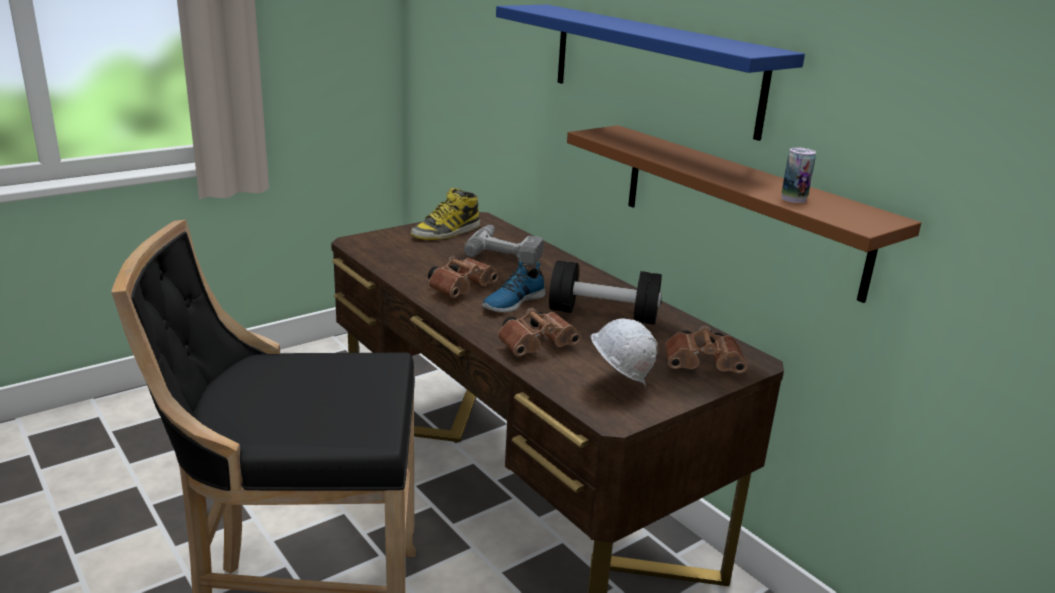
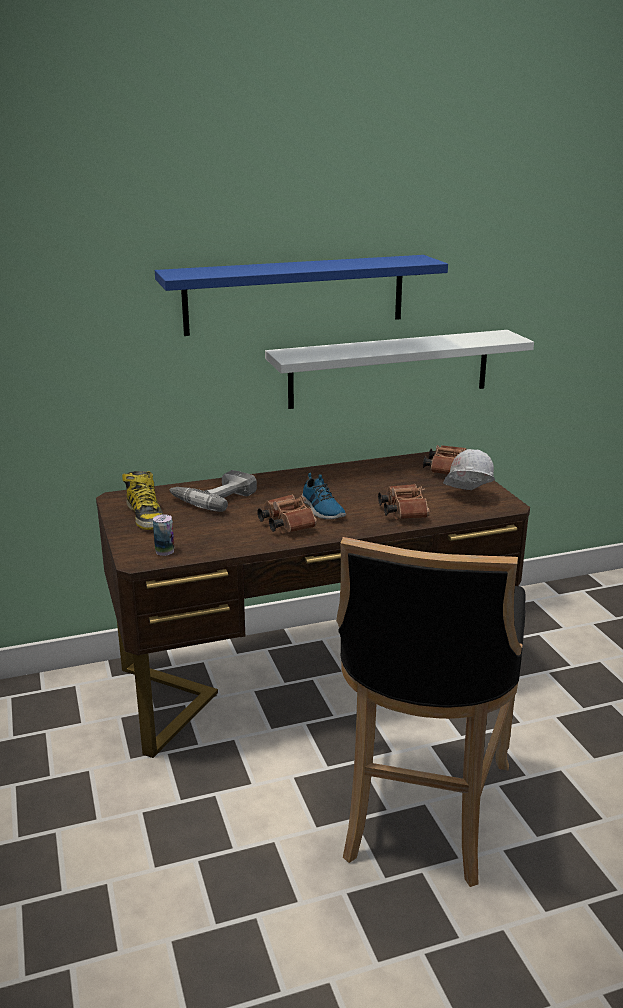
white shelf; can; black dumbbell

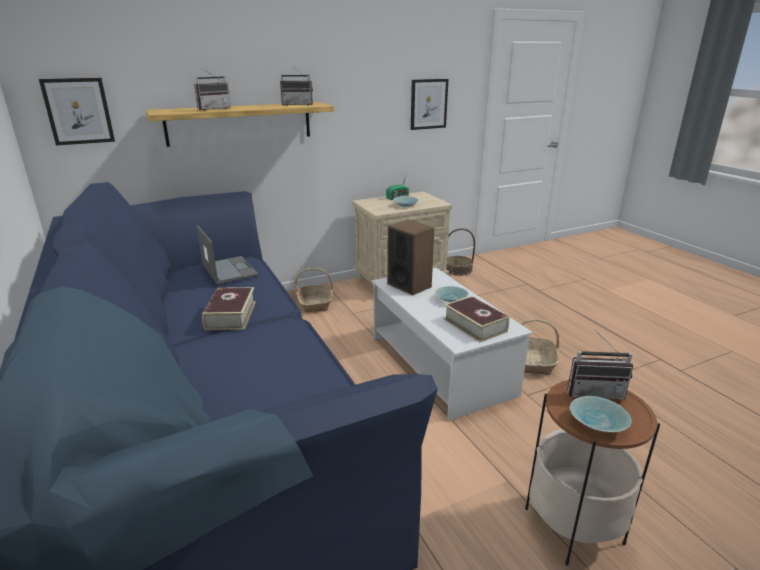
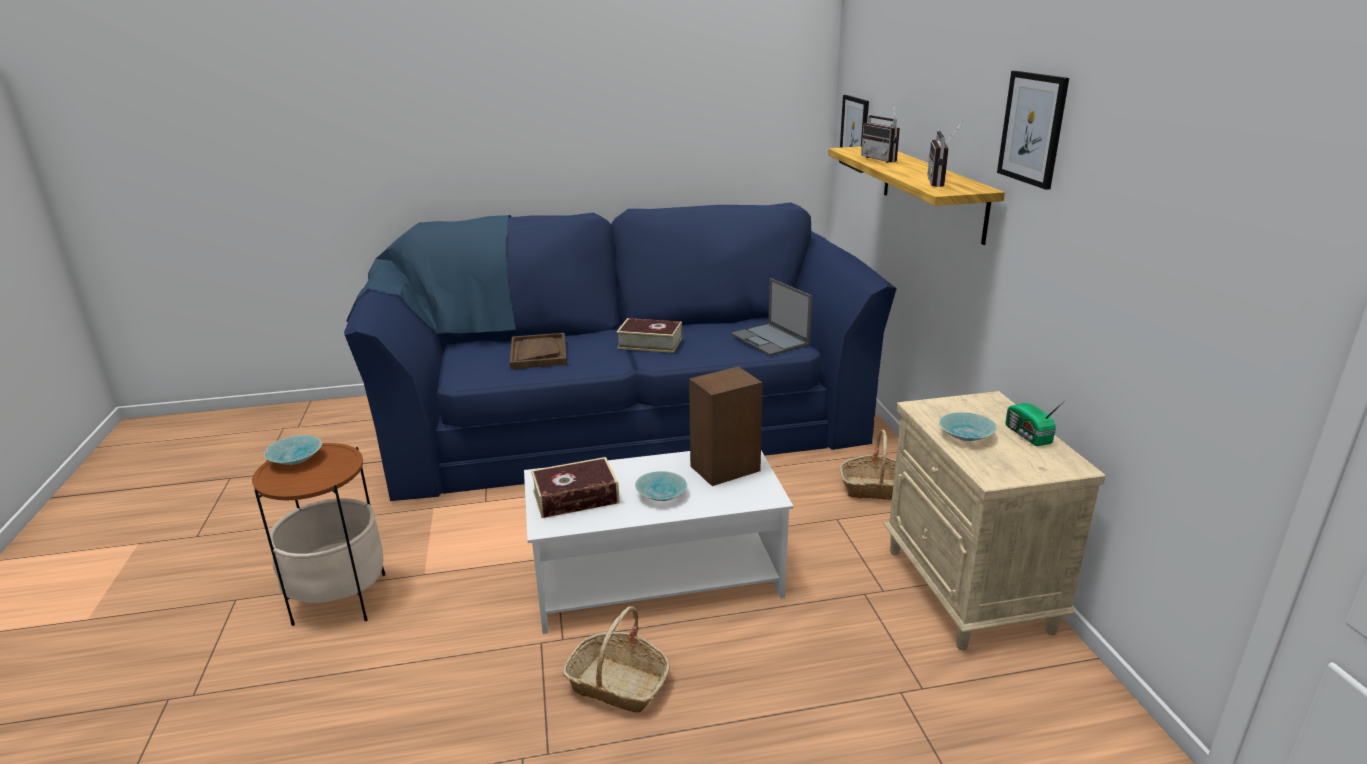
picture (2nd from left); laptop; basket (2nd from left in the first image); radio (4th from left in the first image); brown tray

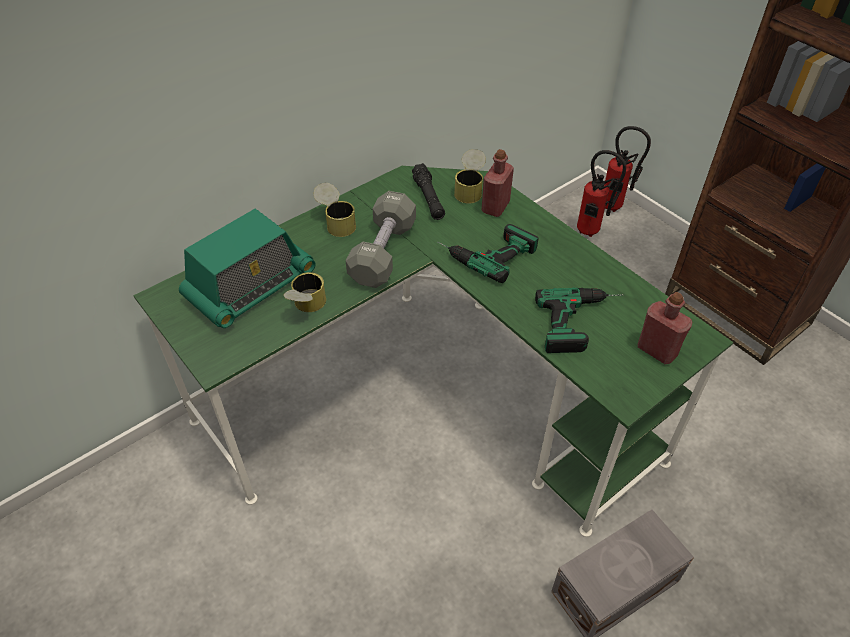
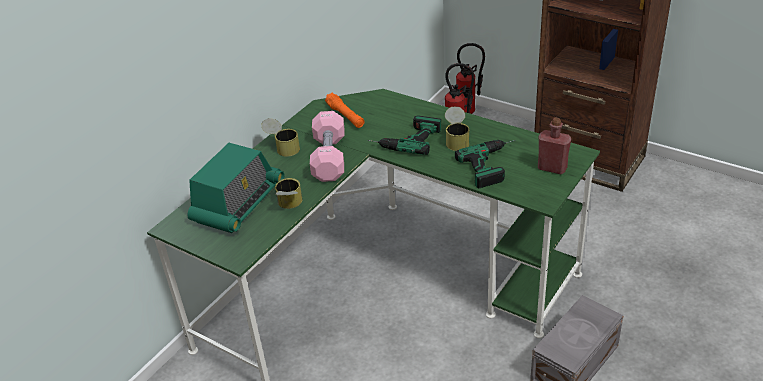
can (3rd from left); red bottle (1st from left in the first image); orange flashlight; pink dumbbell

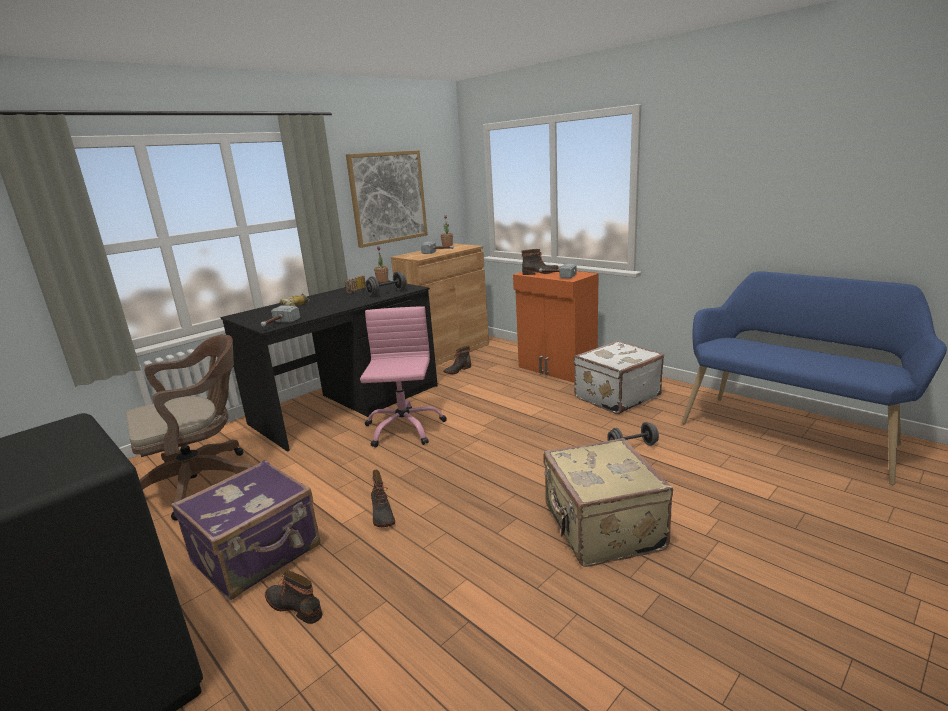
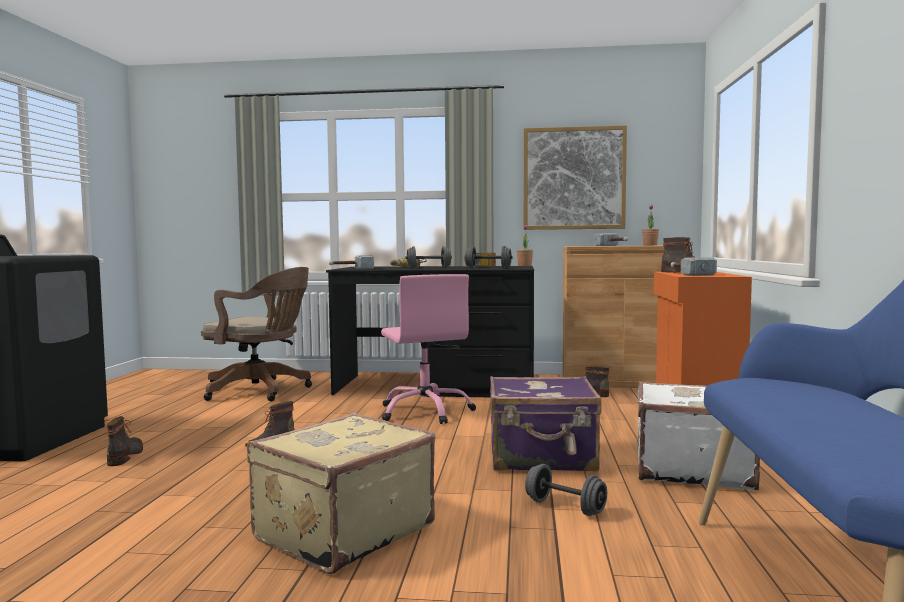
pink office chair; purple suitcase; grey dumbbell (1st from left)

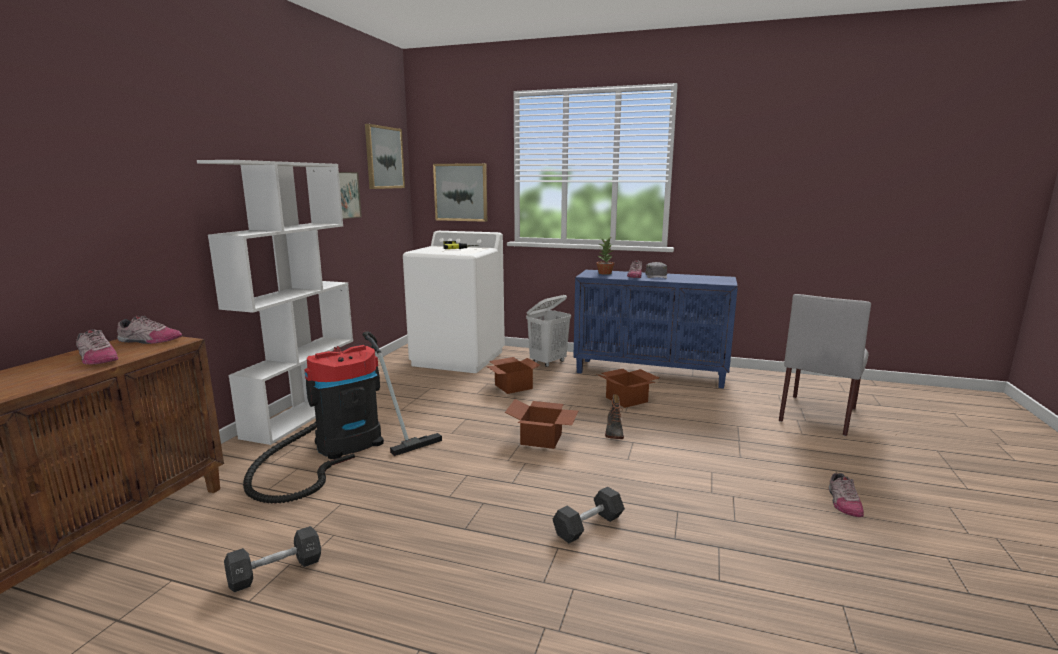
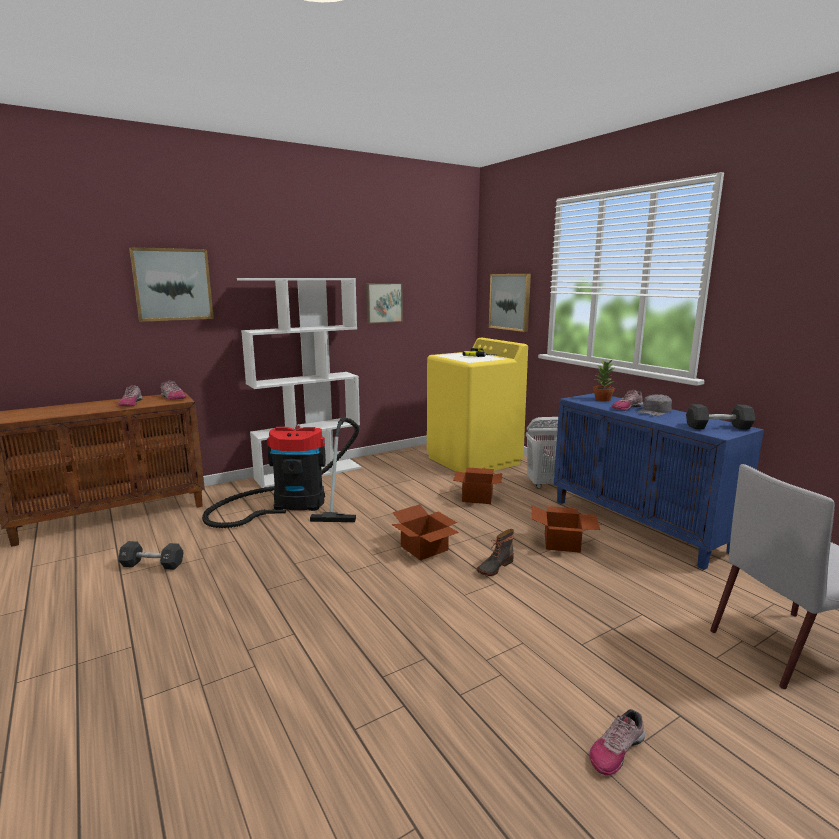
picture (1st from left); yellow washing machine; black dumbbell (2nd from left)

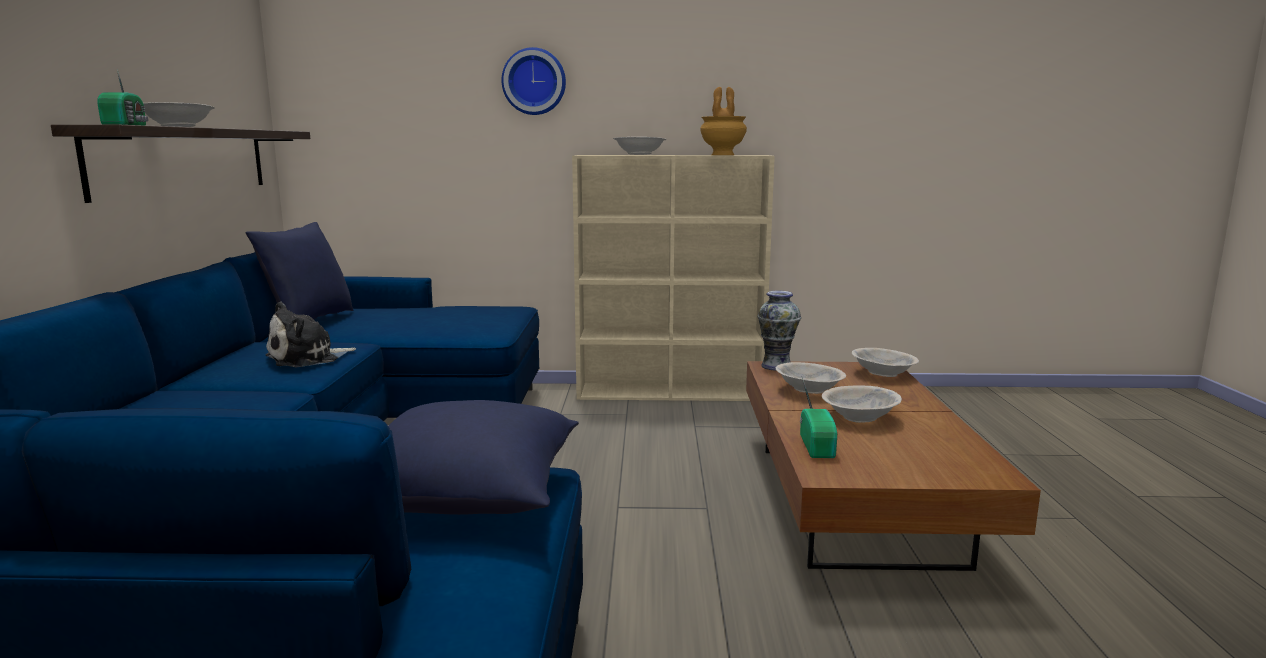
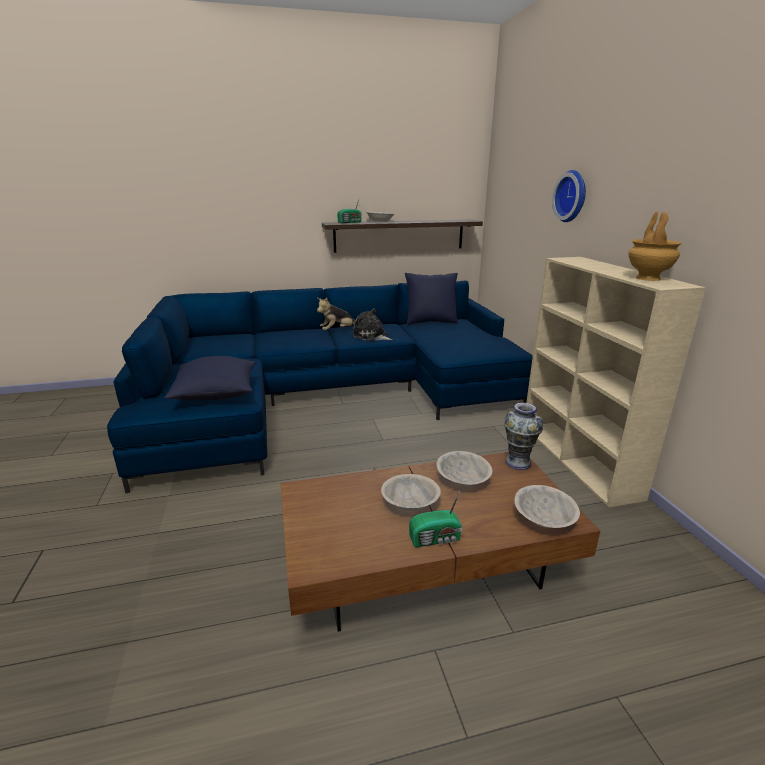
beige bowl (2nd from left in the first image); radio (2nd from left); plush toy (1st from left)

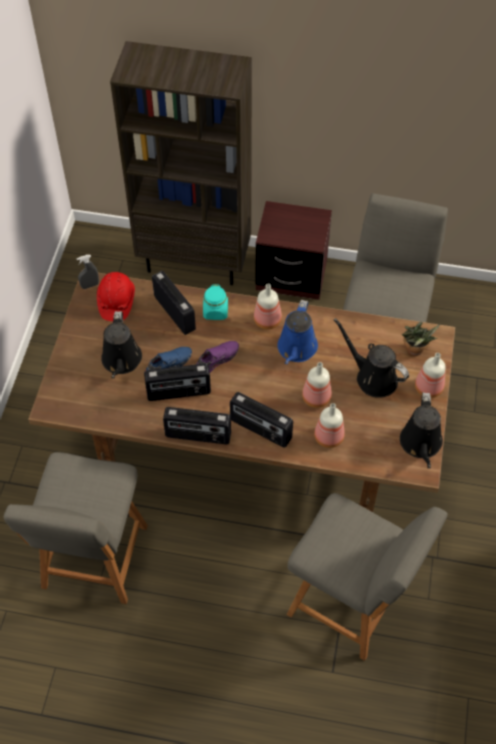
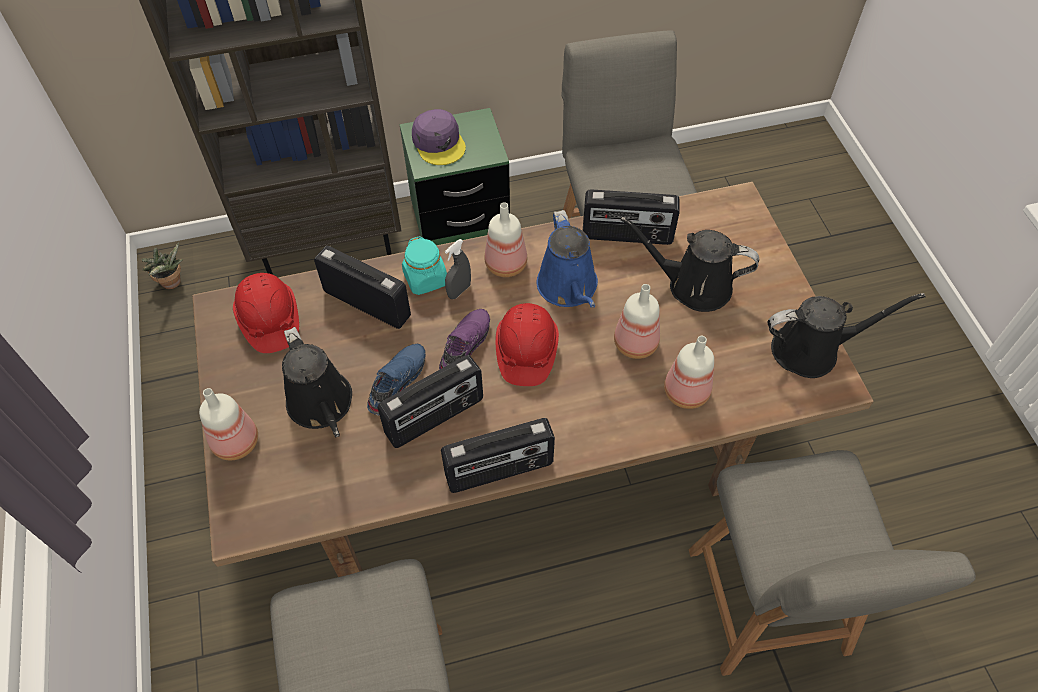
green nightstand; grey spray bottle; potted plant; bottle (1st from left); radio (4th from left); black watering can (3rd from left); grey chair (3rd from left); purple cap; red hard hat (2nd from left)

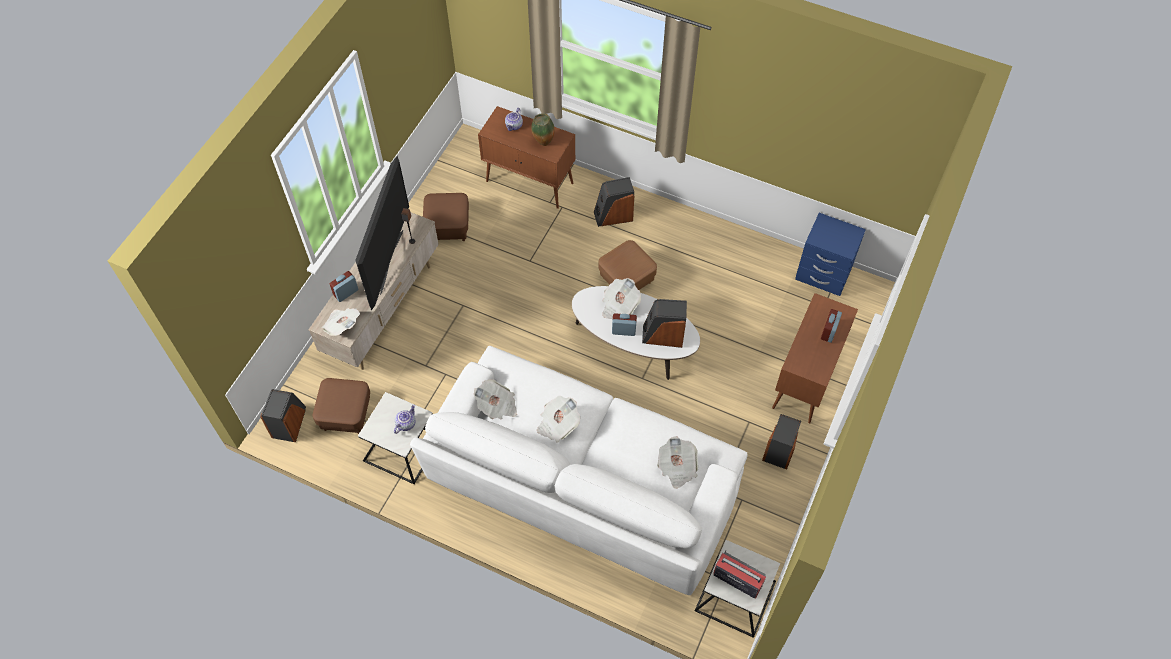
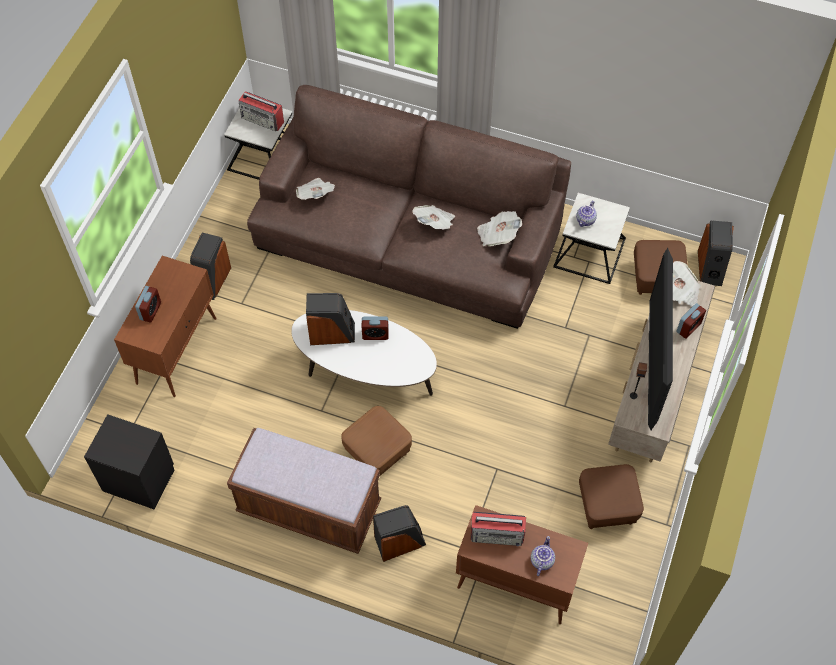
radio (2nd from left); black nightstand; newspaper (4th from left in the first image); brown sofa; brown bench

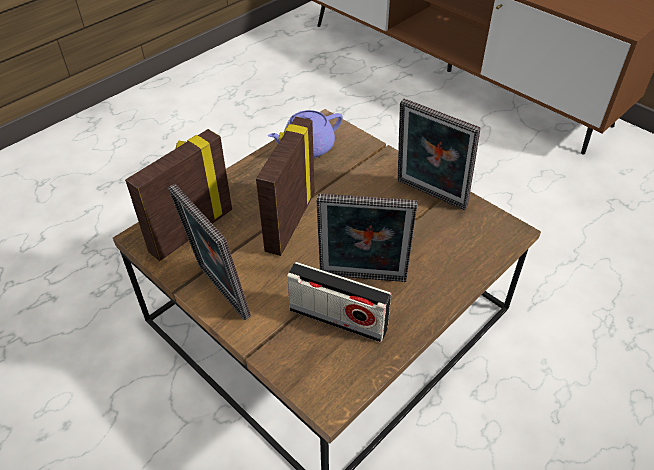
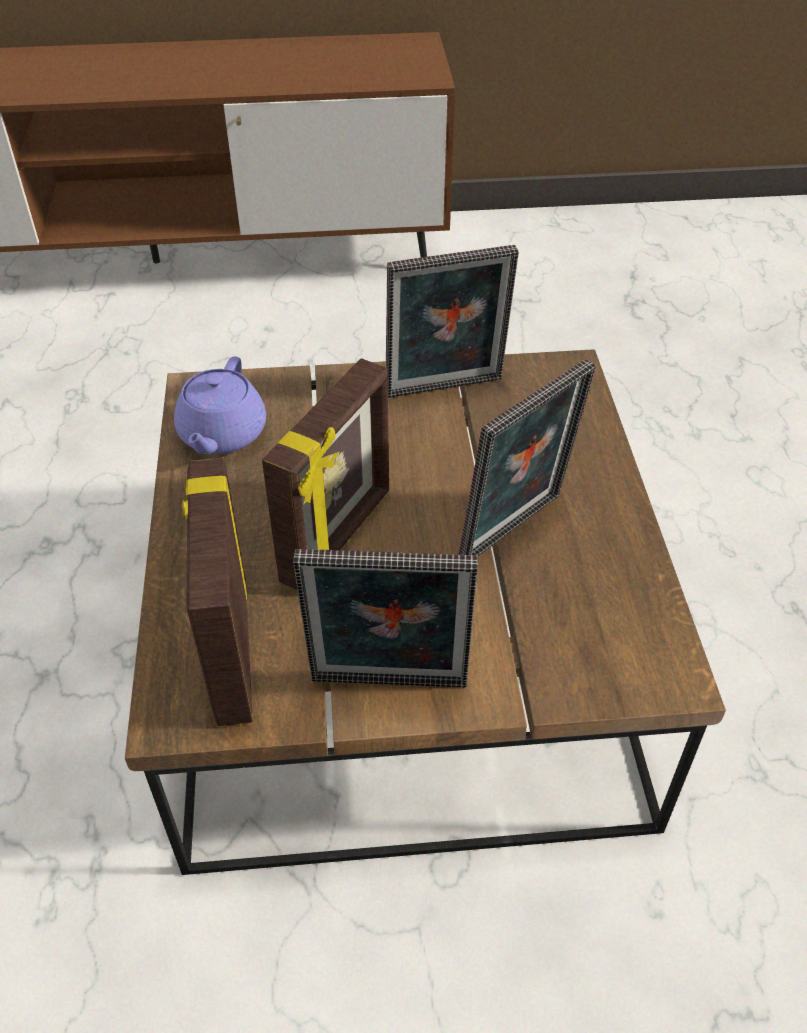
picture frame (2nd from left); radio

